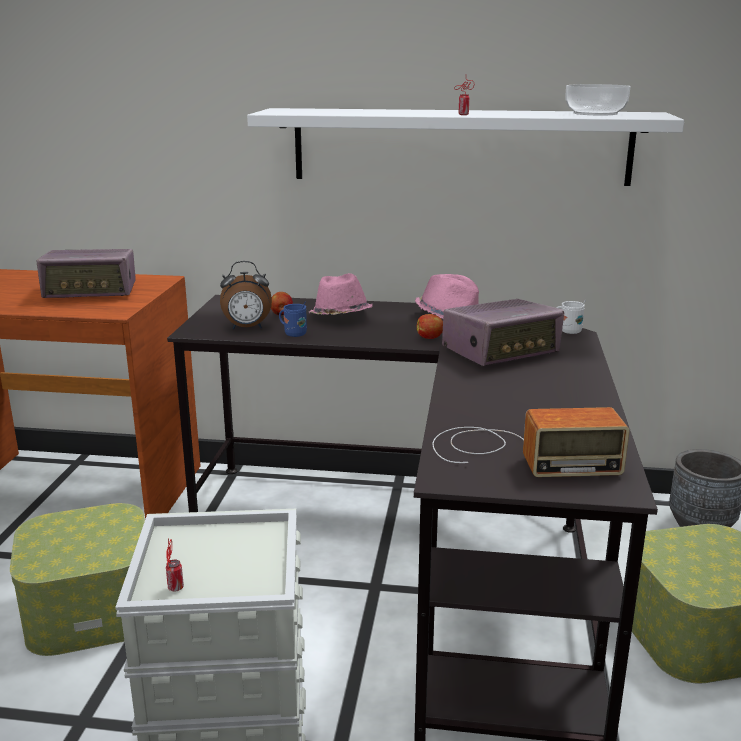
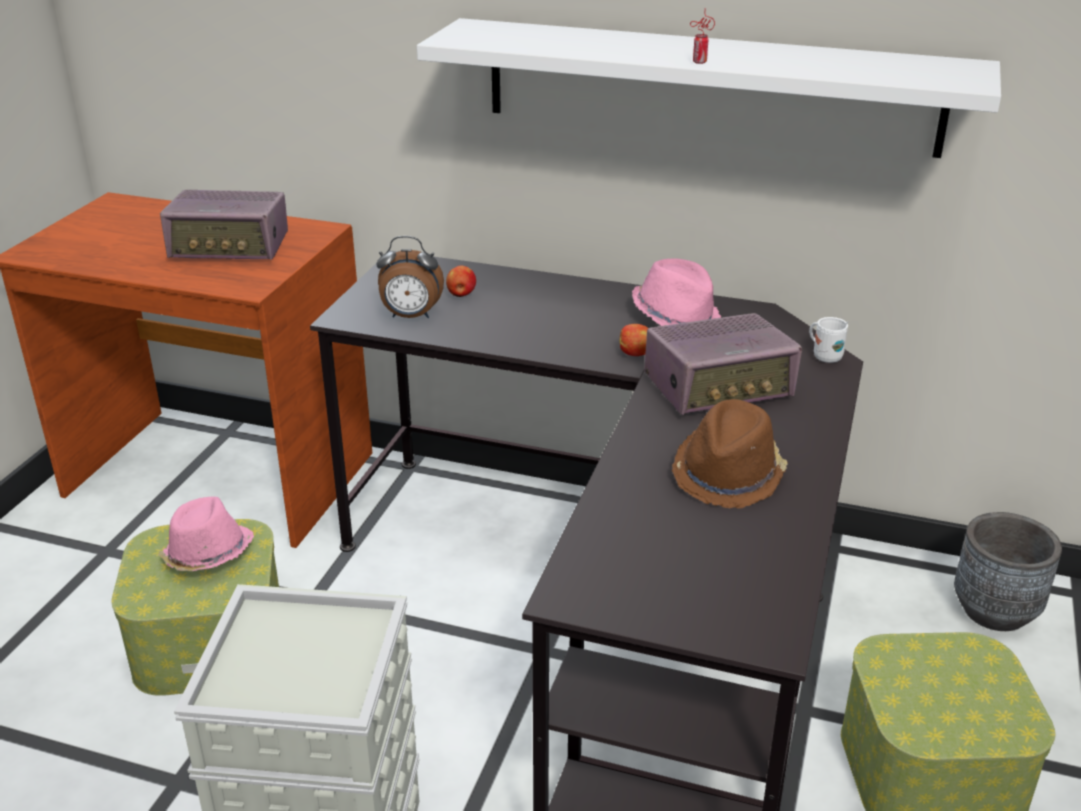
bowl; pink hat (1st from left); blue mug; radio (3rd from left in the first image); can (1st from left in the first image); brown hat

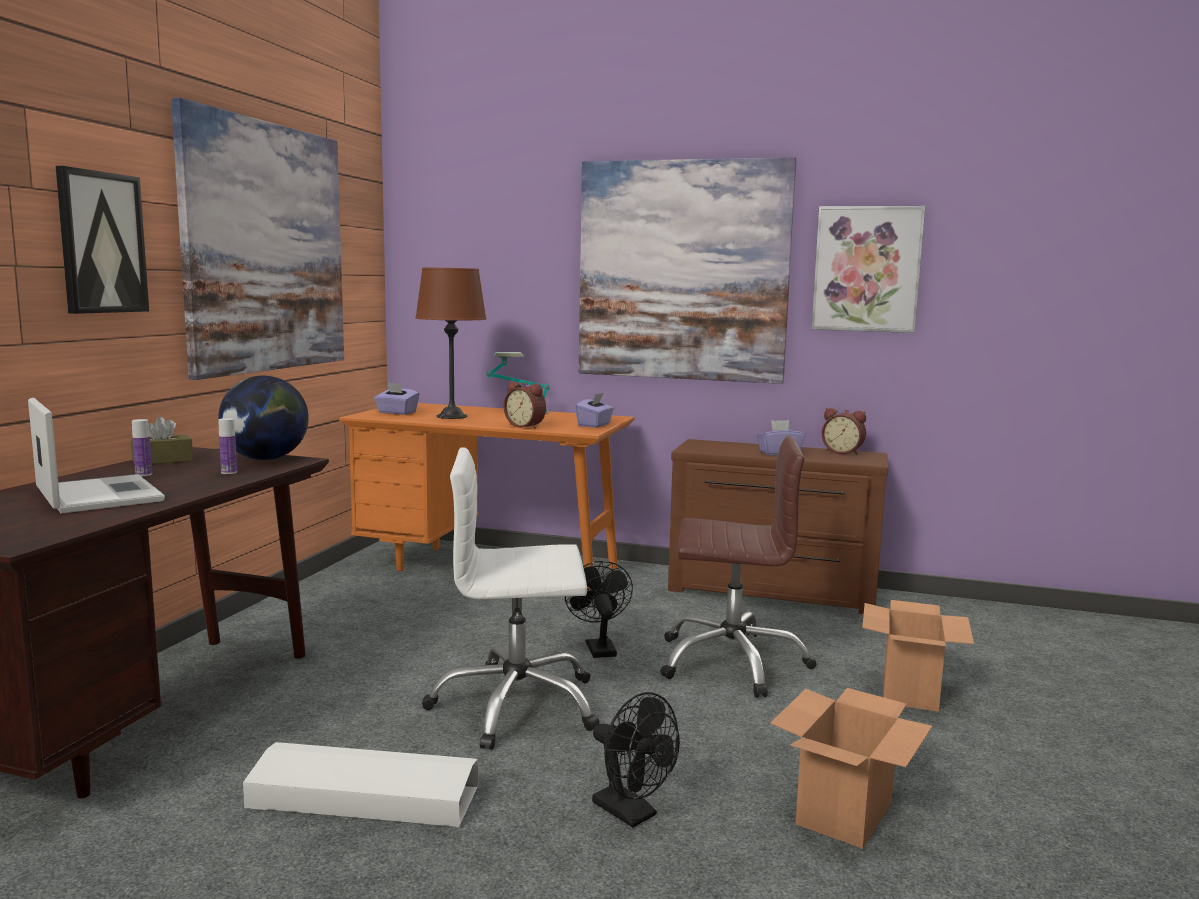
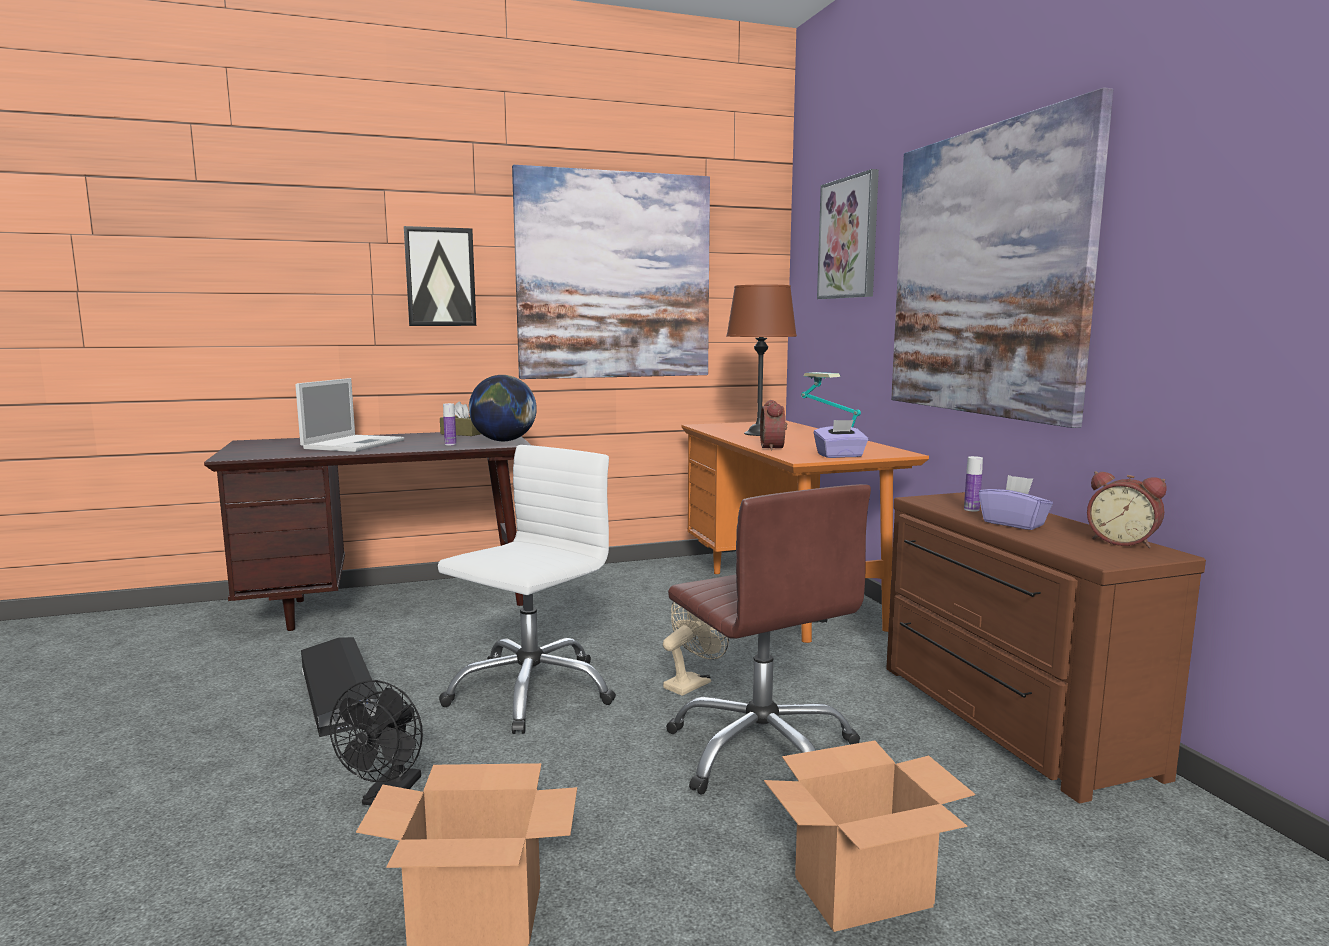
picture (3rd from left); purple tissue box (1st from left in the first image); alarm clock (2nd from left); bottle (2nd from left); white office chair; beige fan; black storage box

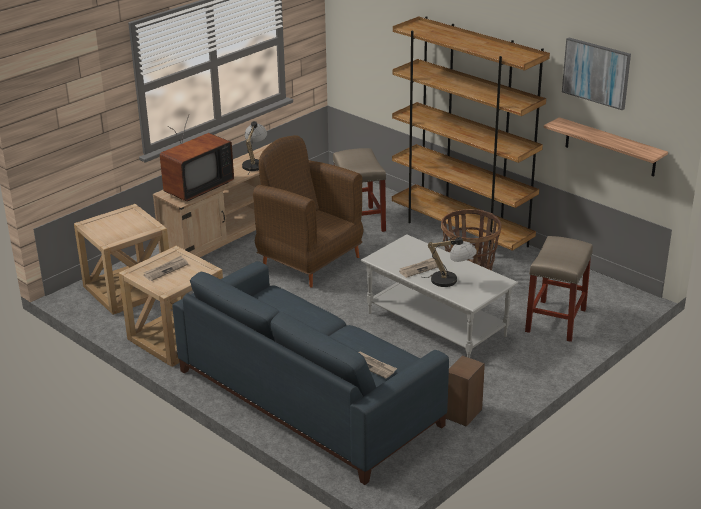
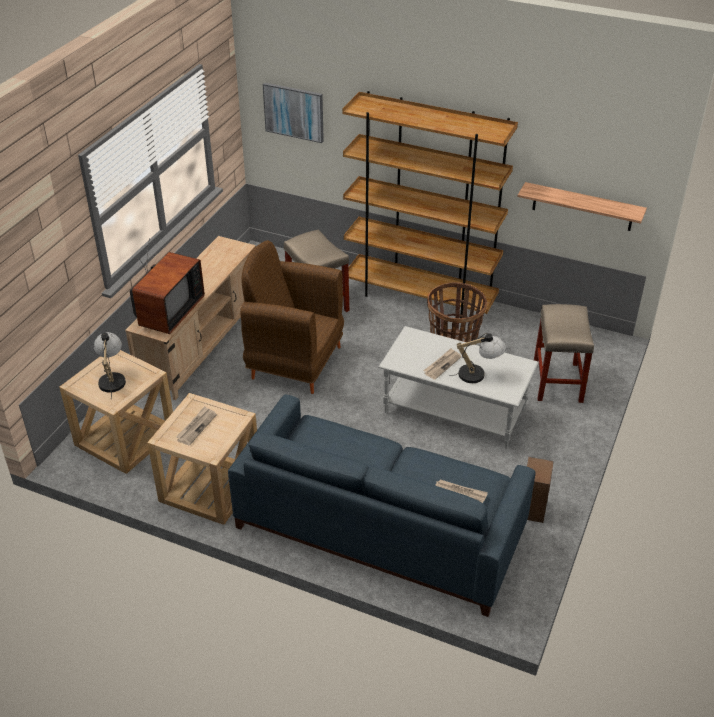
picture; table lamp (1st from left)

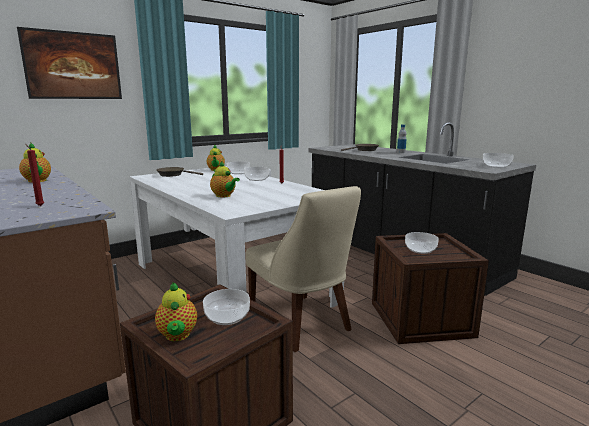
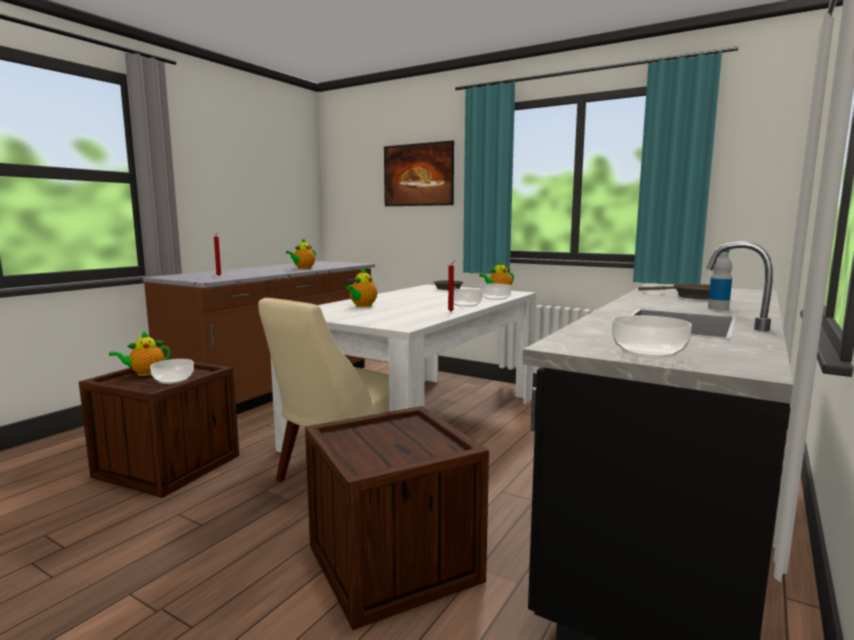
bowl (4th from left in the first image)

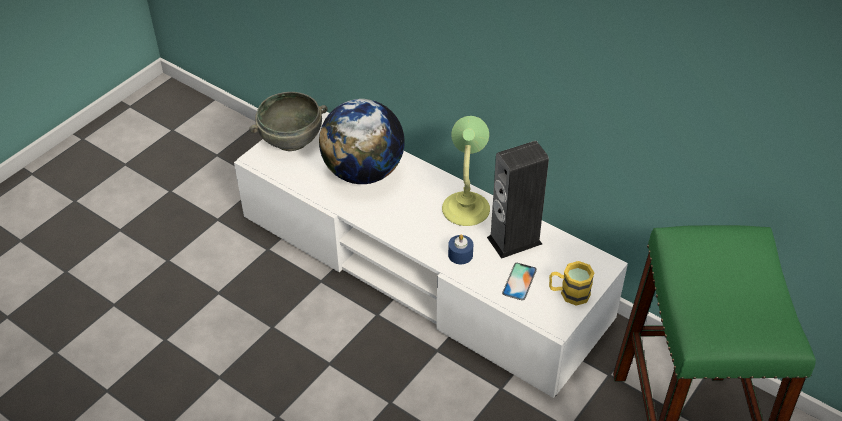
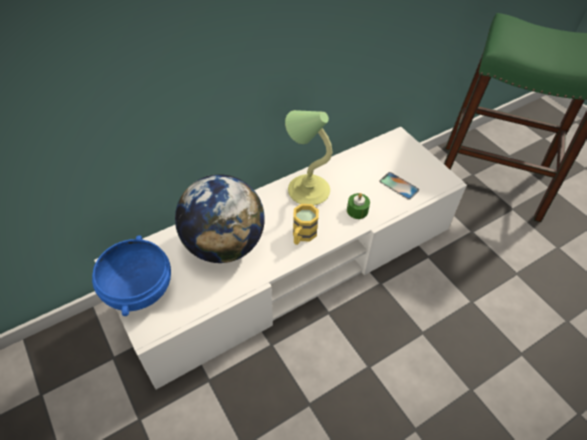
blue bowl; speaker; green candle; yellow mug

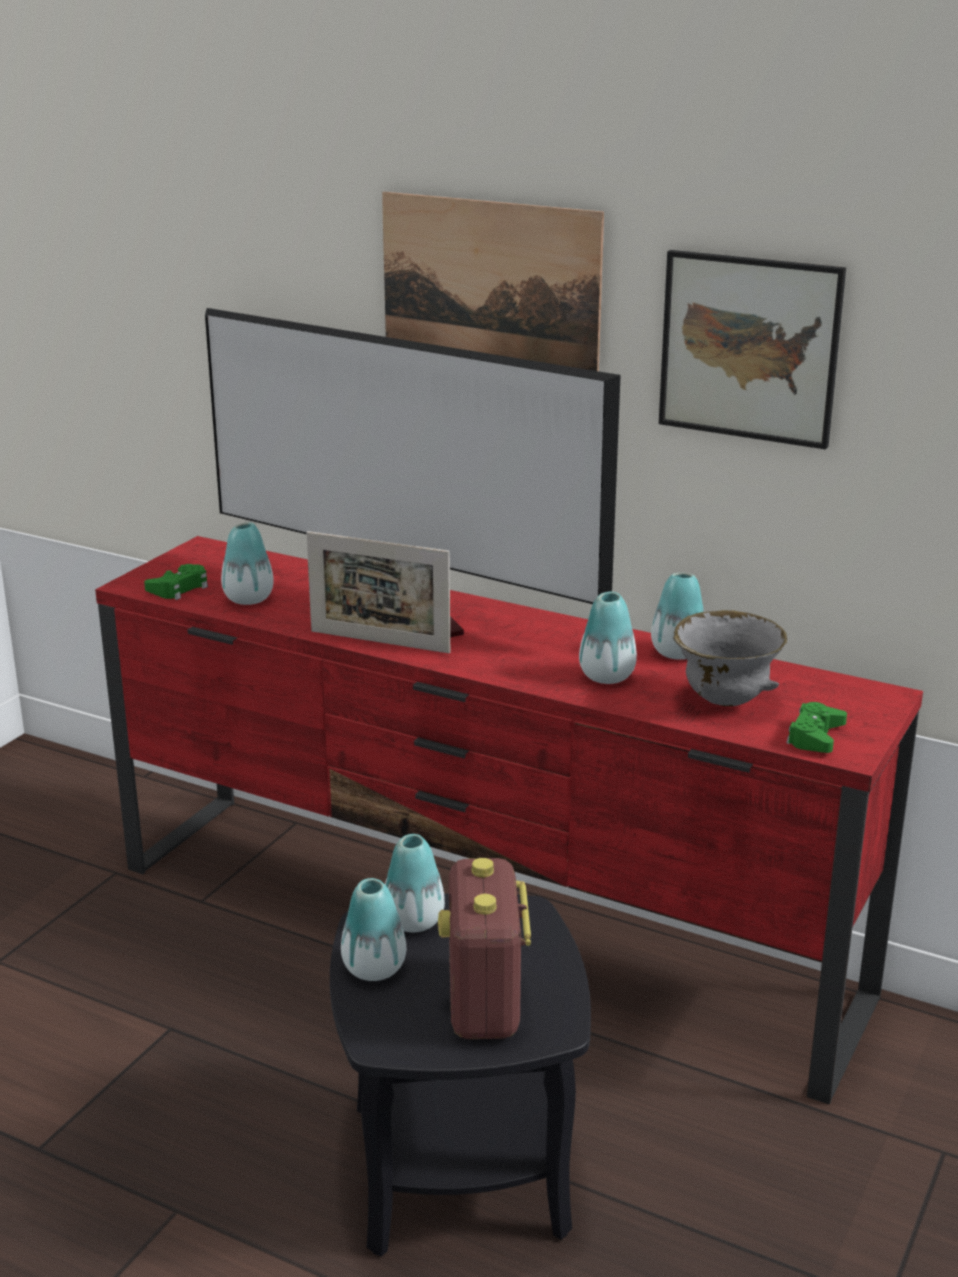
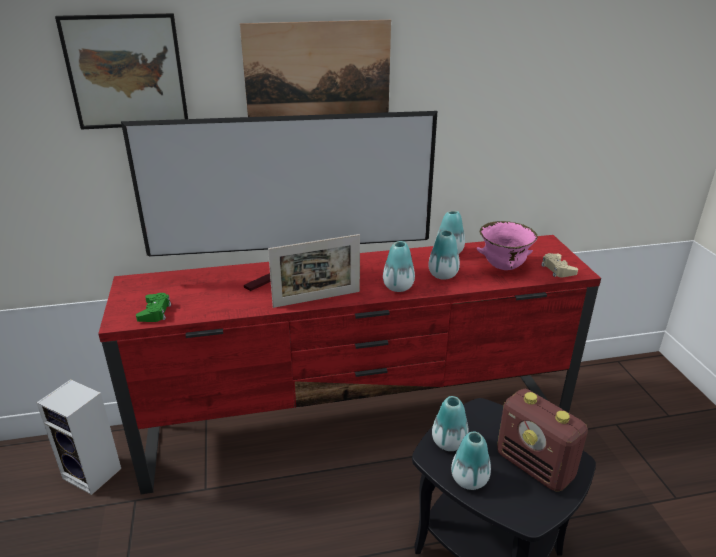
picture (1st from left); vase (1st from left); pink bowl; beige game controller; speaker

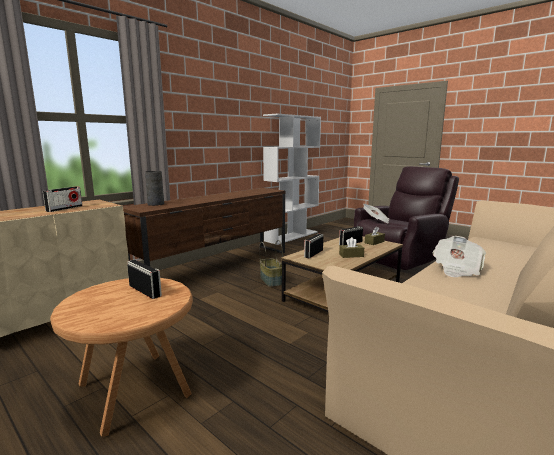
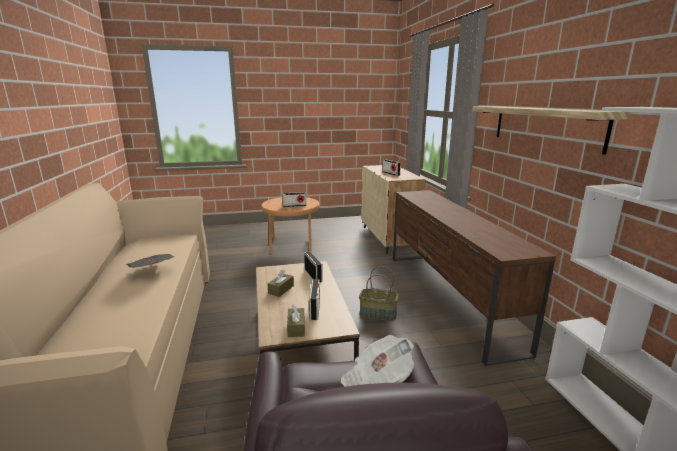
grey vase; shelf

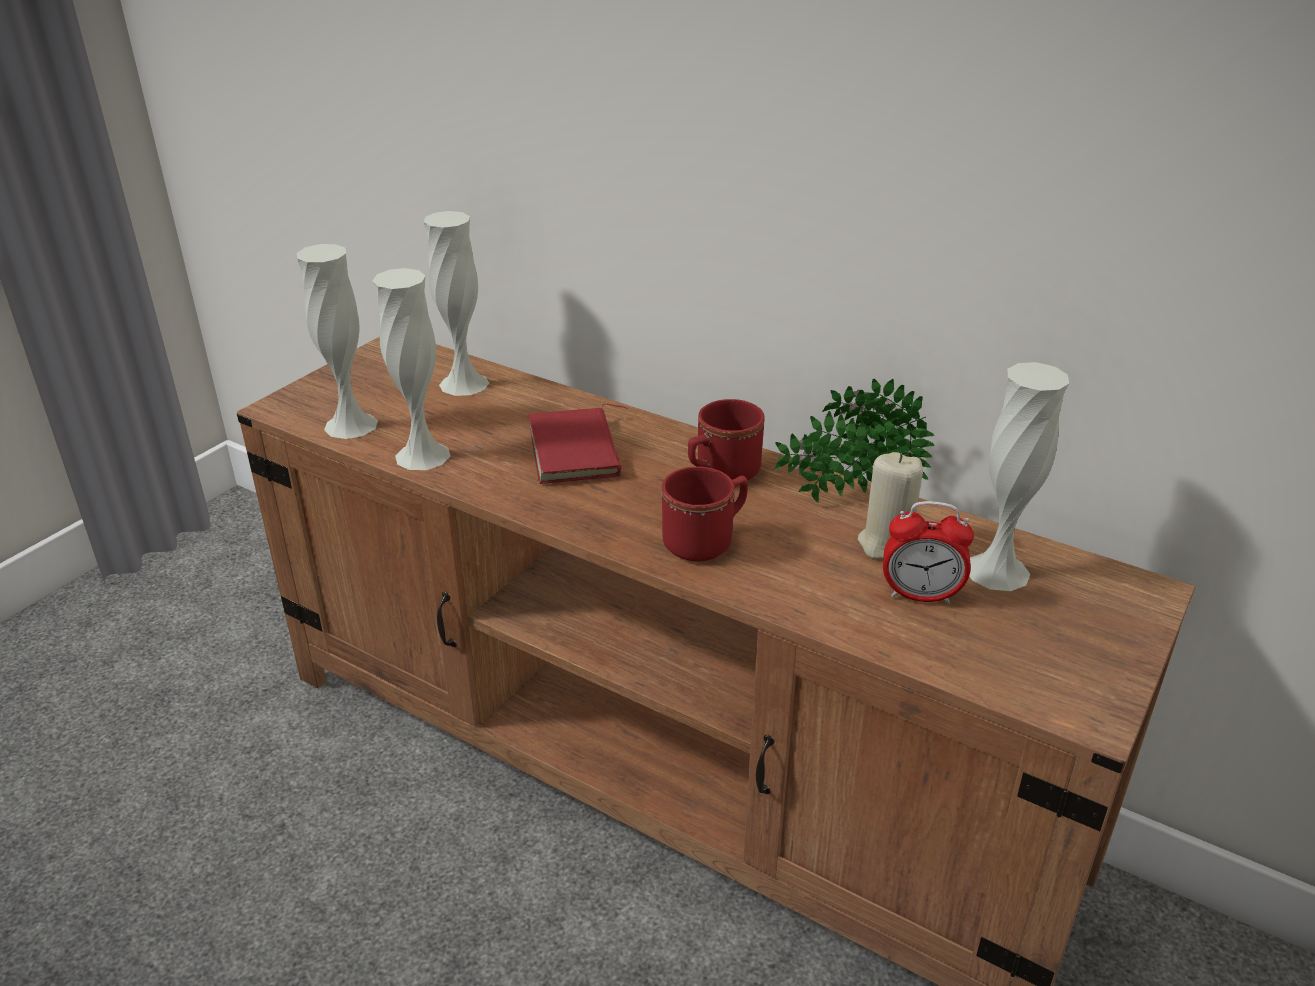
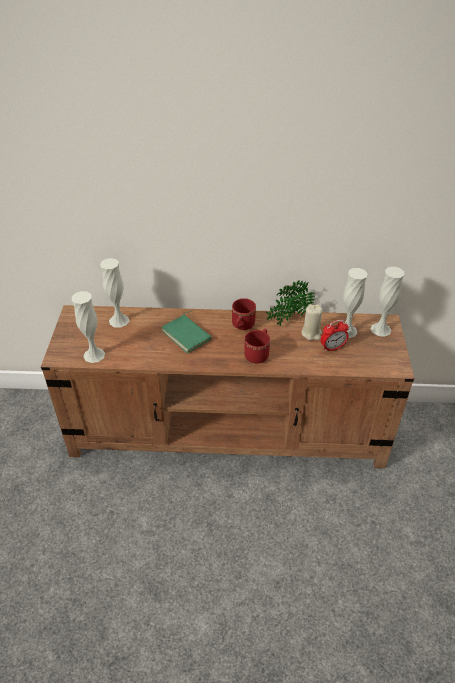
white vase (4th from left); green book

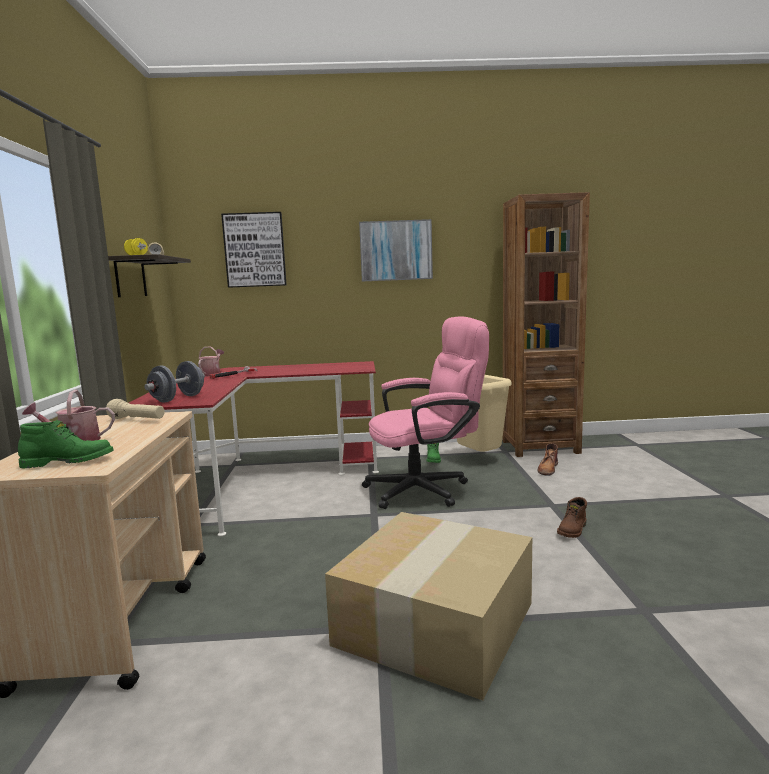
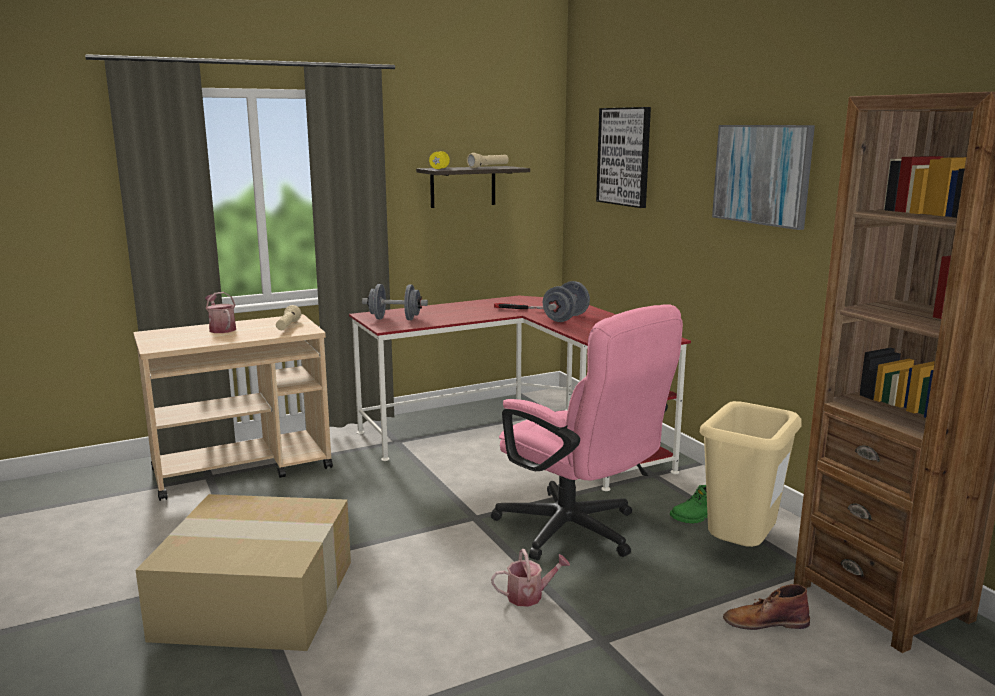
watering can (2nd from left); green boot (1st from left in the first image); brown boot (2nd from left in the first image); grey dumbbell (2nd from left)

